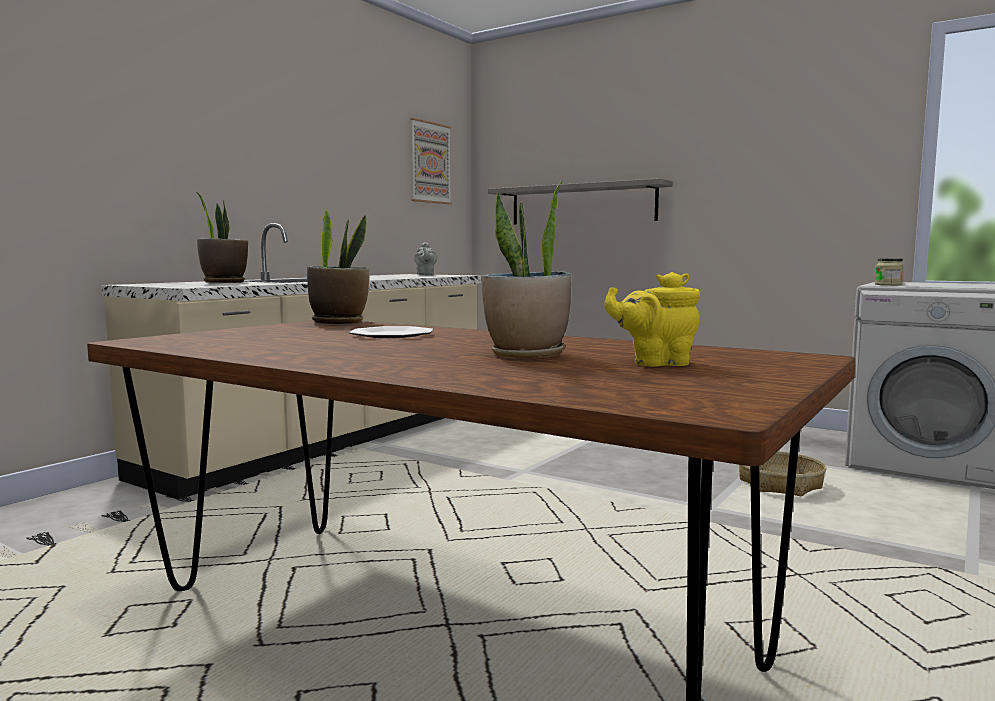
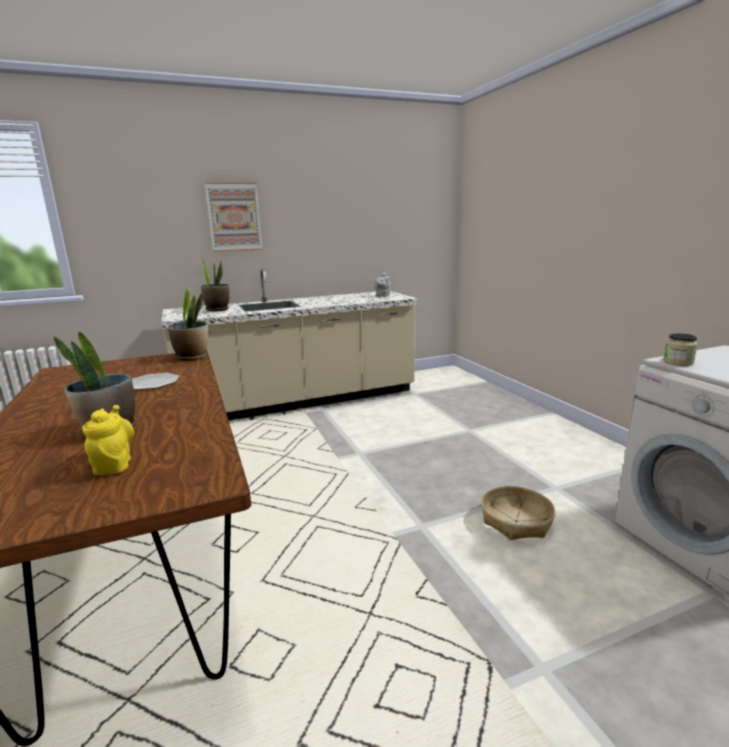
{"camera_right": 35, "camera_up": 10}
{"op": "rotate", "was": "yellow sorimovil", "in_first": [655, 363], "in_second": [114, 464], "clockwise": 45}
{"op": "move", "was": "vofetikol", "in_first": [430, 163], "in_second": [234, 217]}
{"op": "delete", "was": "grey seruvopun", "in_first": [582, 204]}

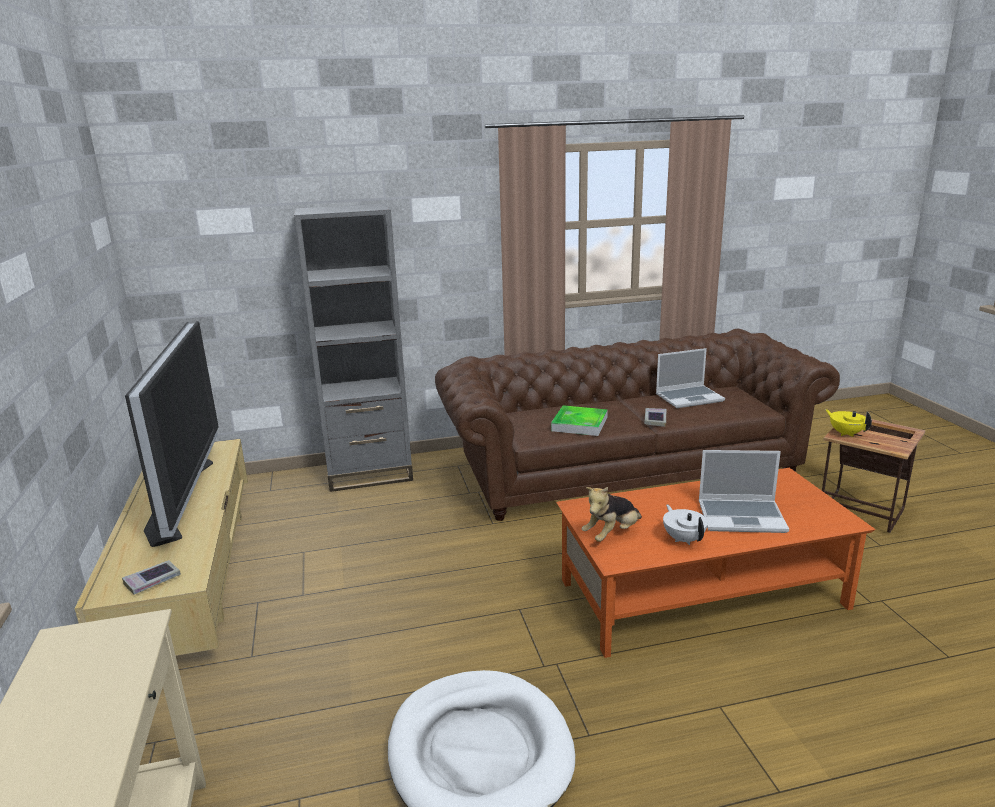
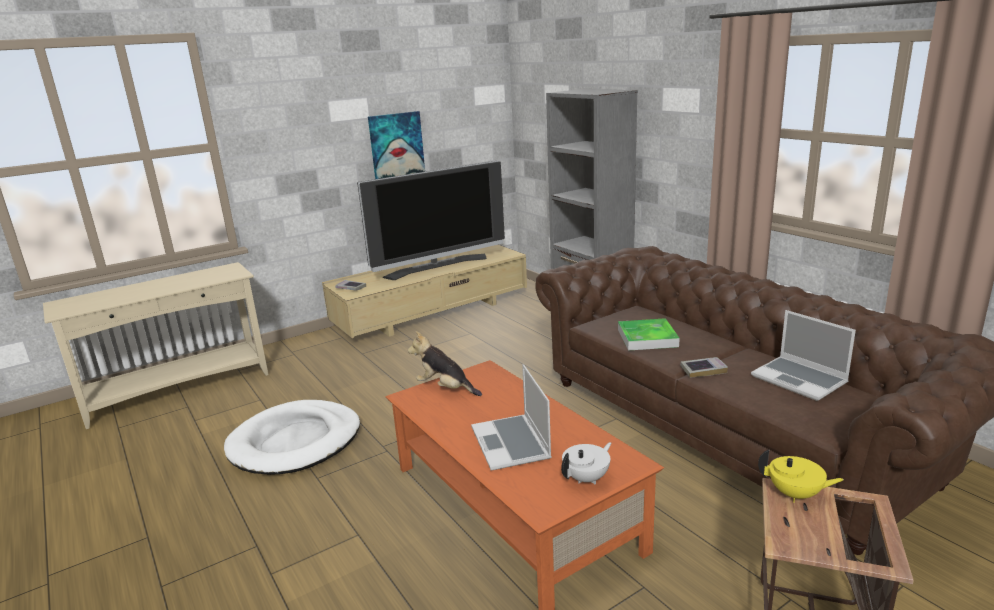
{"camera_right": 70, "camera_up": 0}
{"op": "insert", "now": "vofetikol", "in_second": [396, 146]}
{"op": "move", "was": "white sorimovil", "in_first": [683, 539], "in_second": [587, 478]}
{"op": "rotate", "was": "yellow sorimovil", "in_first": [845, 433], "in_second": [795, 494], "clockwise": 75}

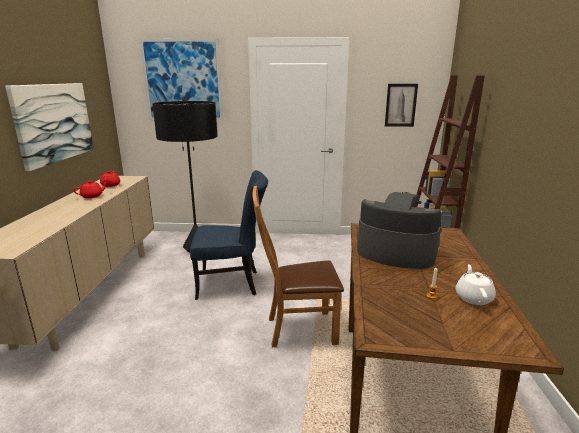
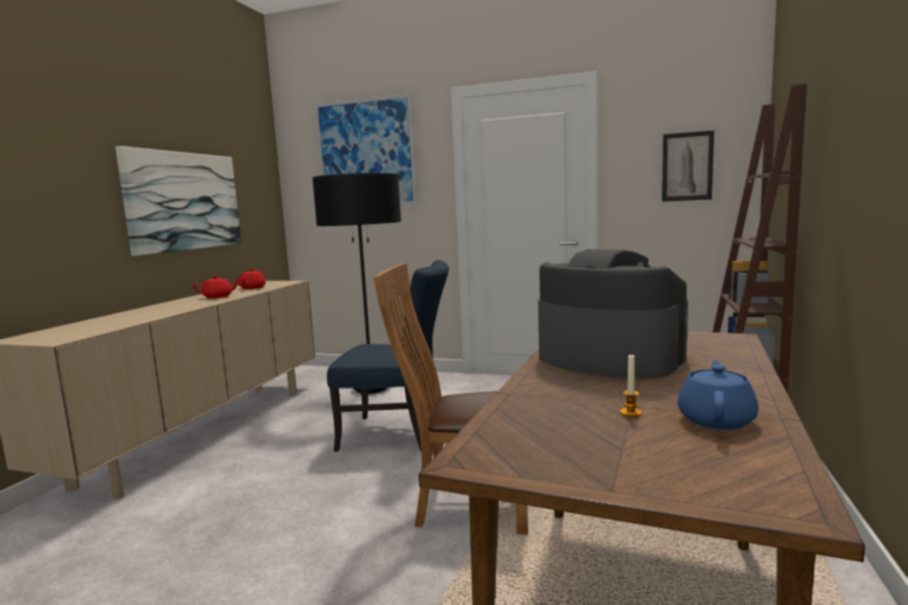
{"camera_right": 15, "camera_up": -10}
{"op": "recolor", "was": "white sorimovil", "now": "blue sorimovil", "in_first": [473, 298], "in_second": [716, 419]}

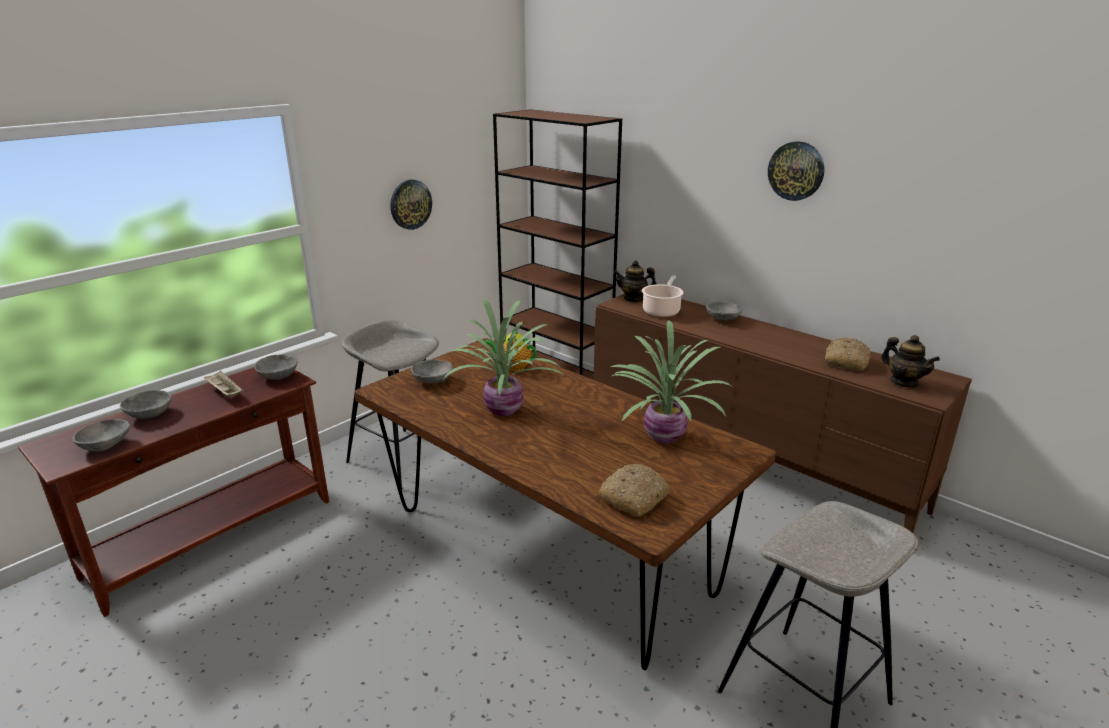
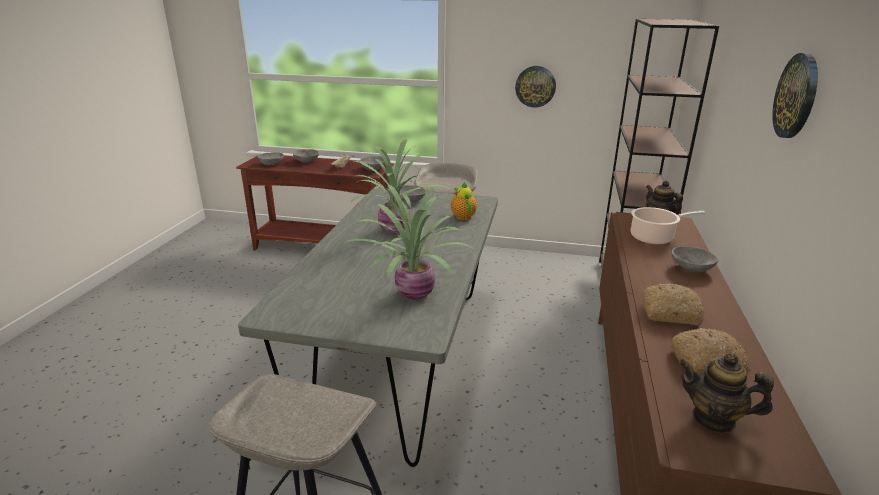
{"camera_right": 60, "camera_up": 0}
{"op": "recolor", "was": "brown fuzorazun", "now": "grey fuzorazun", "in_first": [547, 550], "in_second": [400, 357]}
{"op": "move", "was": "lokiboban", "in_first": [634, 497], "in_second": [671, 312]}
{"op": "rotate", "was": "sorimovil", "in_first": [904, 382], "in_second": [714, 419], "clockwise": 90}

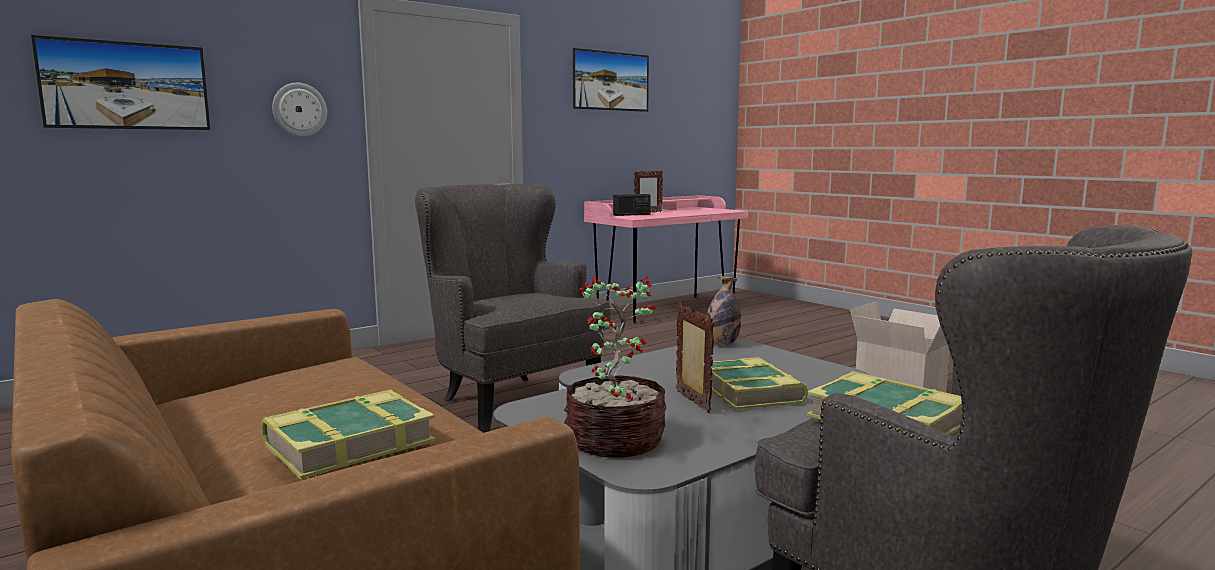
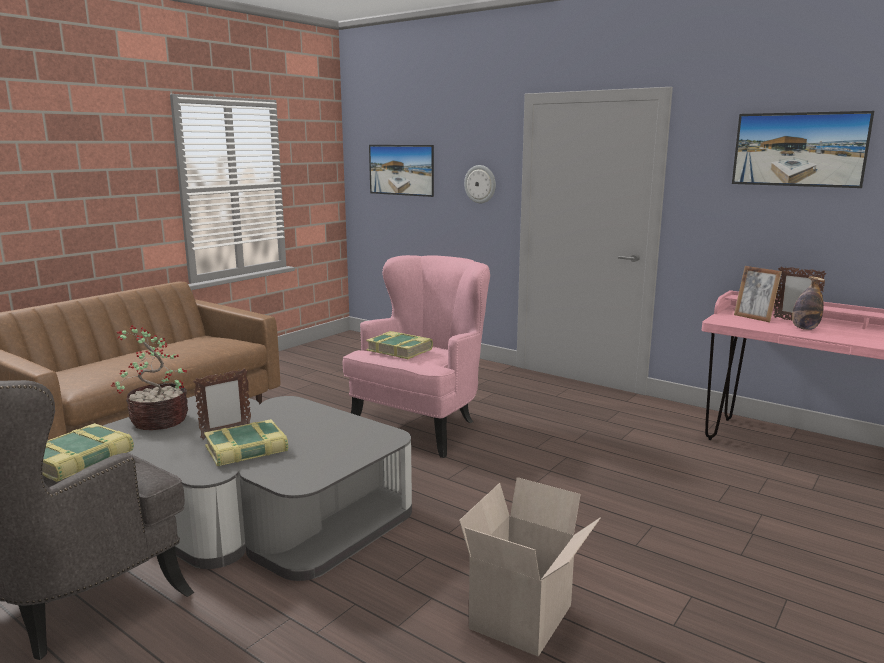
{"camera_right": 75, "camera_up": 5}
{"op": "recolor", "was": "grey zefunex", "now": "pink zefunex", "in_first": [511, 400], "in_second": [422, 425]}
{"op": "move", "was": "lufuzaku", "in_first": [349, 444], "in_second": [400, 350]}
{"op": "replace", "was": "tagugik", "now": "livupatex", "in_first": [631, 214], "in_second": [754, 318]}
{"op": "move", "was": "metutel", "in_first": [721, 344], "in_second": [804, 328]}

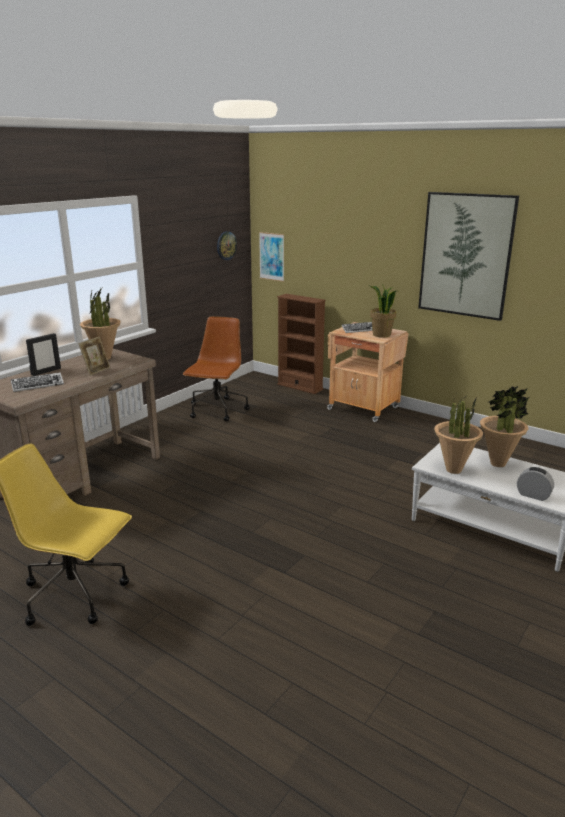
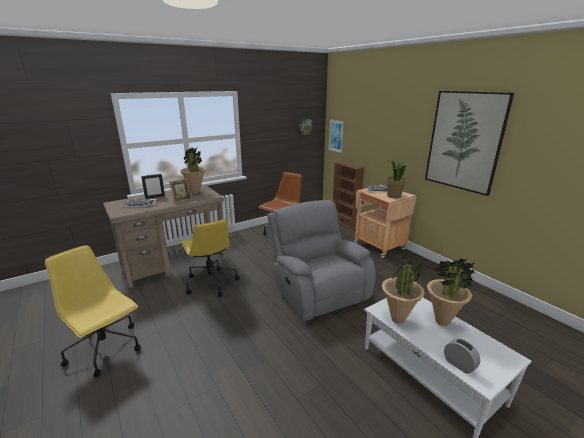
{"camera_right": 20, "camera_up": 0}
{"op": "insert", "now": "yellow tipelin", "in_second": [211, 282]}
{"op": "insert", "now": "grey zefunex", "in_second": [318, 292]}

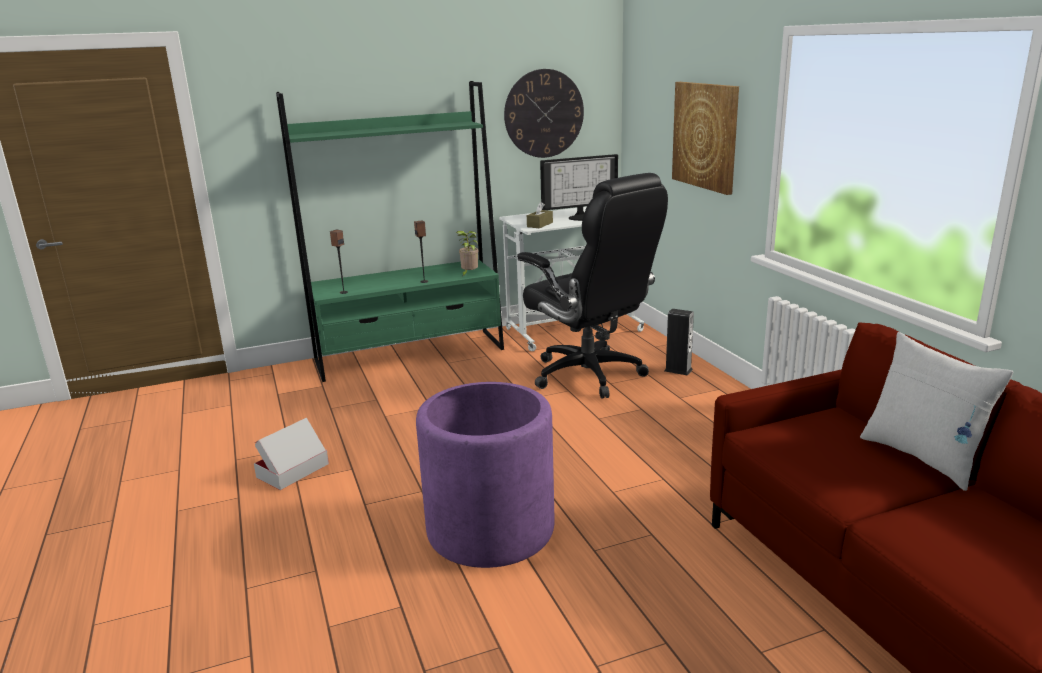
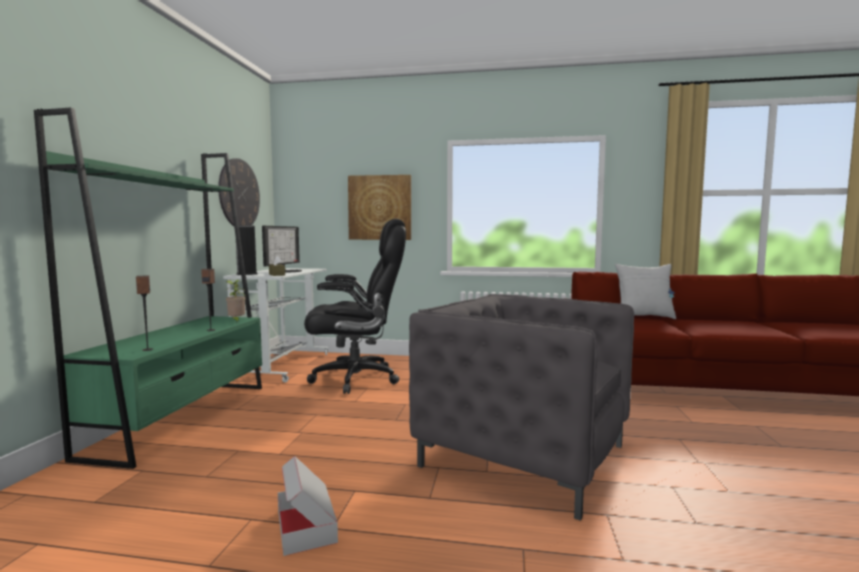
{"camera_right": -60, "camera_up": -15}
{"op": "move", "was": "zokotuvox", "in_first": [678, 370], "in_second": [246, 274]}
{"op": "replace", "was": "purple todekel", "now": "grey zefunex", "in_first": [491, 529], "in_second": [523, 455]}

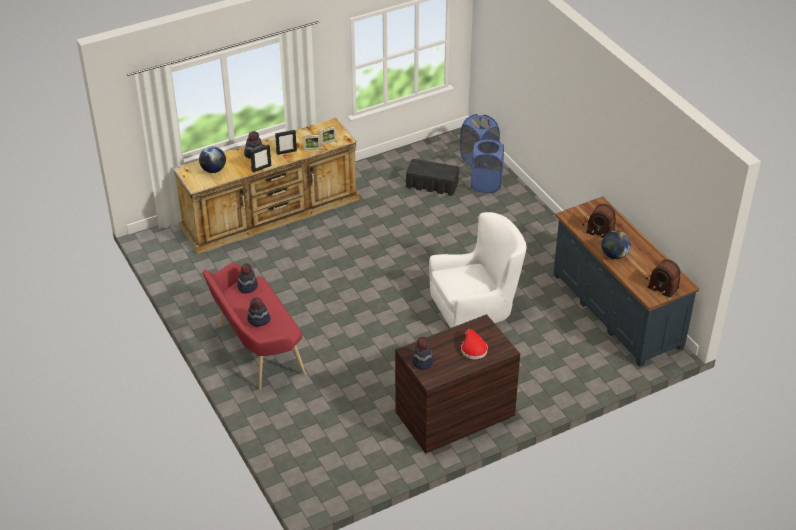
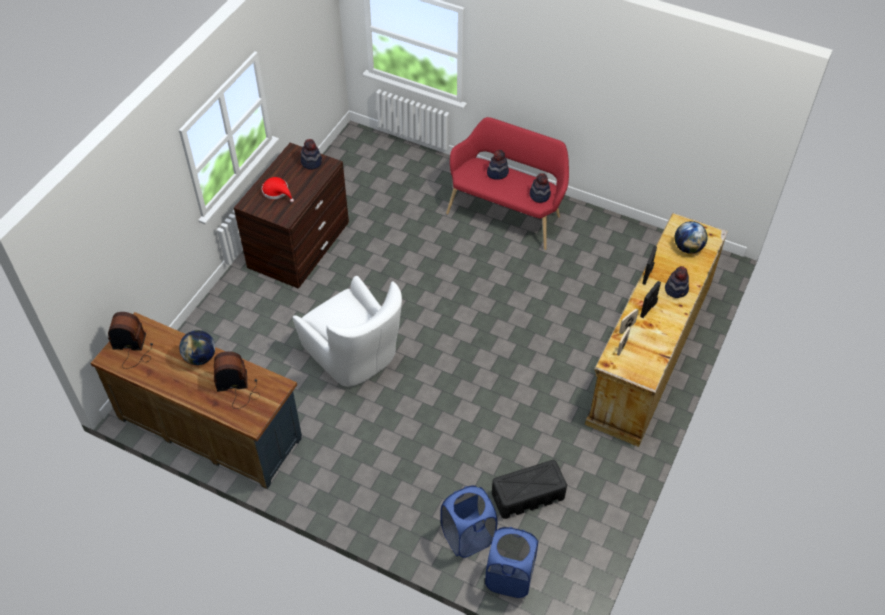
{"camera_right": 145, "camera_up": 10}
{"op": "rotate", "was": "white zefunex", "in_first": [476, 307], "in_second": [355, 355], "clockwise": -75}

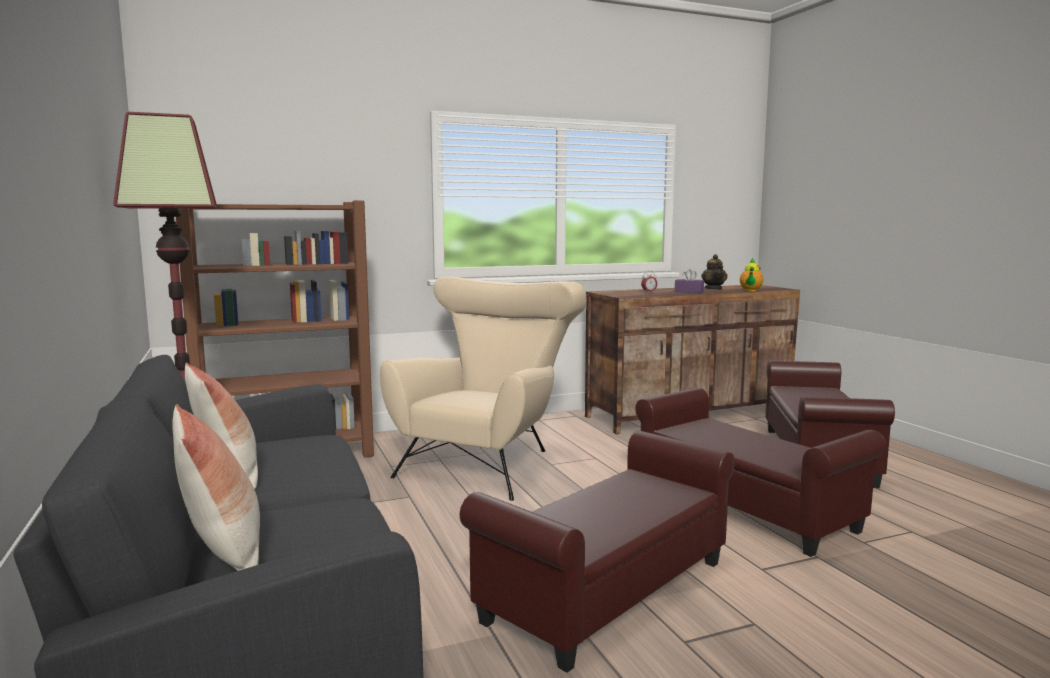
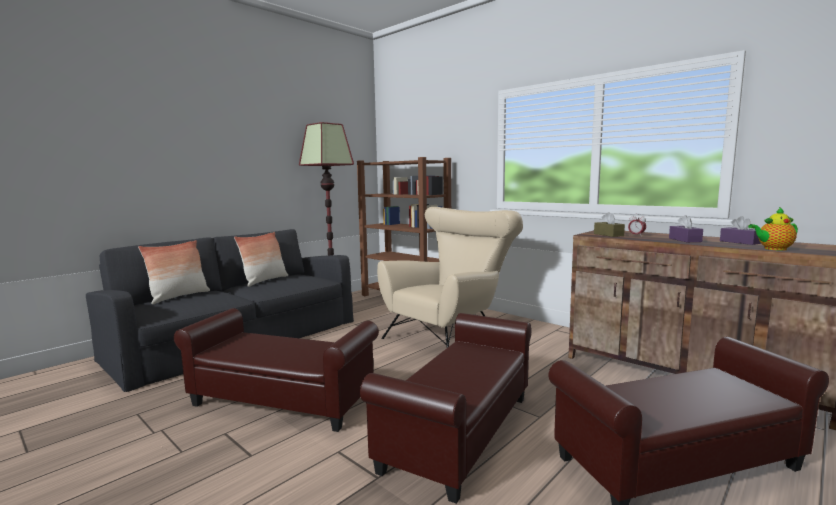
{"camera_right": 65, "camera_up": 0}
{"op": "rotate", "was": "beige zefunex", "in_first": [487, 461], "in_second": [449, 334], "clockwise": -45}
{"op": "insert", "now": "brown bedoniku", "in_second": [608, 235]}
{"op": "replace", "was": "sorimovil", "now": "purple bedoniku", "in_first": [713, 289], "in_second": [740, 242]}

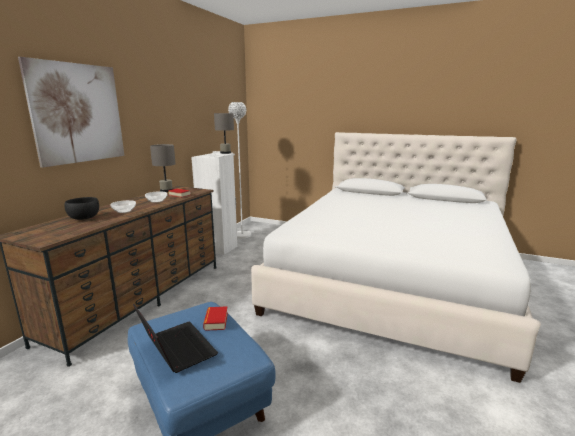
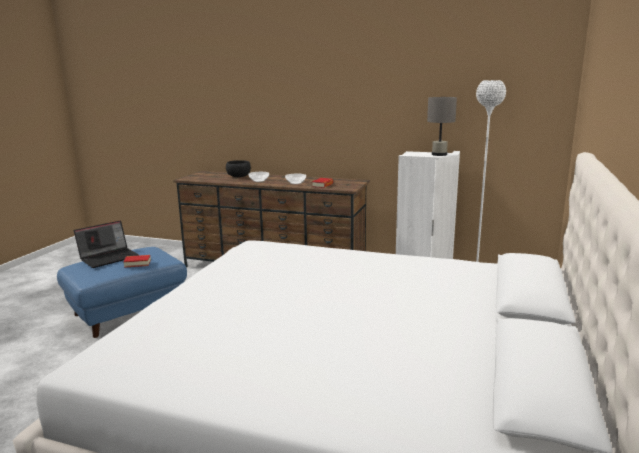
{"camera_right": 85, "camera_up": 0}
{"op": "delete", "was": "vofetikol", "in_first": [78, 113]}
{"op": "delete", "was": "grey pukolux", "in_first": [166, 191]}

